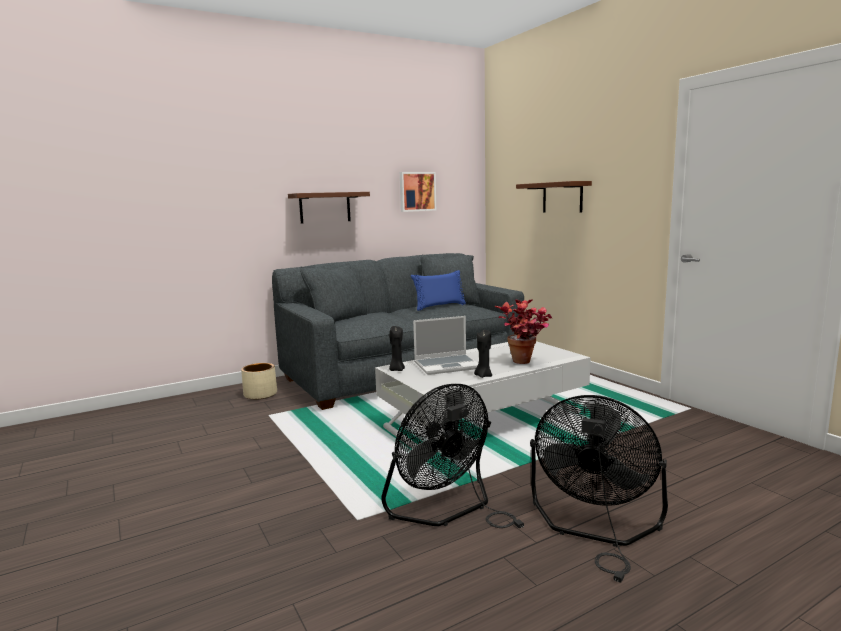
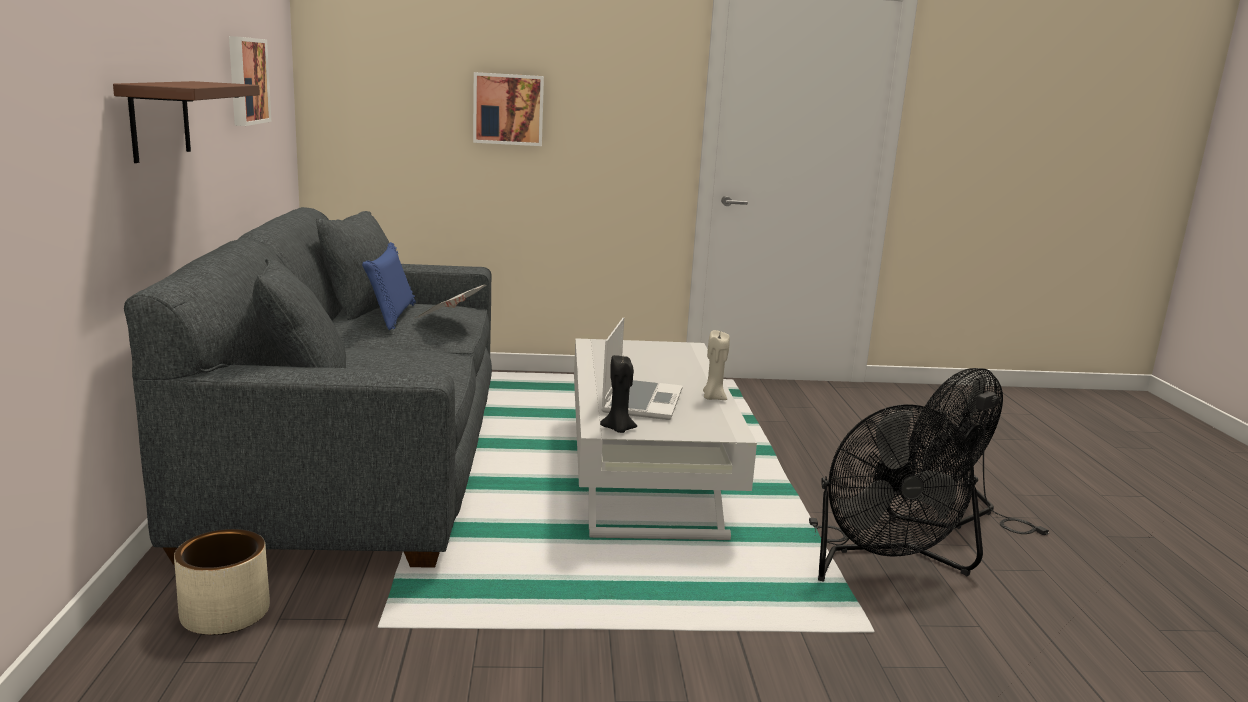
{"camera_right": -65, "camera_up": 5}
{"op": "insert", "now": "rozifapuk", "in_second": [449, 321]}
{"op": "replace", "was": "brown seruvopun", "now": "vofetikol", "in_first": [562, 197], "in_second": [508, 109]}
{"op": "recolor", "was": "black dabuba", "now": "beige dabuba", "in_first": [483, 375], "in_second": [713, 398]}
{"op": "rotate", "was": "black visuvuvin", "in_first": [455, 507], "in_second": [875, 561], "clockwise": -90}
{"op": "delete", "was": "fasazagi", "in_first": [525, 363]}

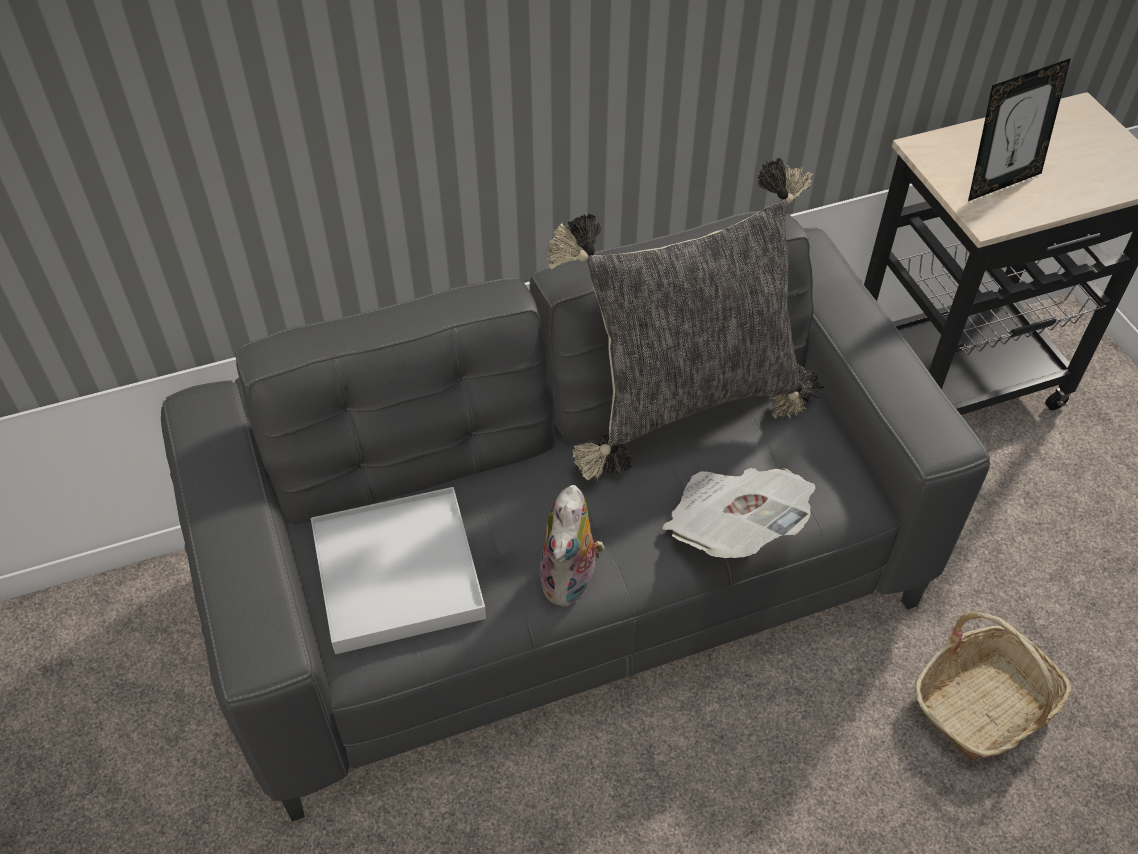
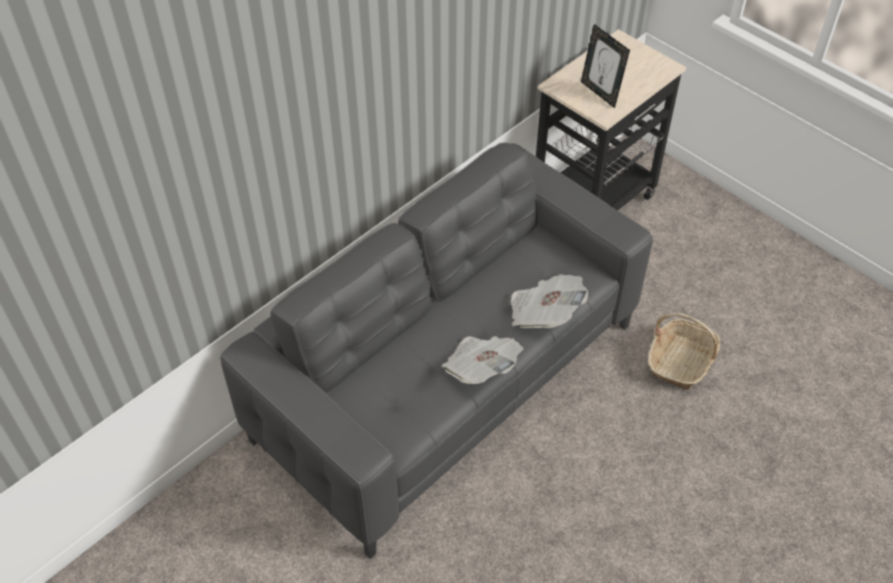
{"camera_right": -25, "camera_up": 0}
{"op": "replace", "was": "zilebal", "now": "rozifapuk", "in_first": [571, 581], "in_second": [481, 369]}
{"op": "rotate", "was": "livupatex", "in_first": [1000, 182], "in_second": [600, 93], "clockwise": 105}
{"op": "delete", "was": "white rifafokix", "in_first": [398, 573]}
{"op": "delete", "was": "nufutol", "in_first": [682, 412]}

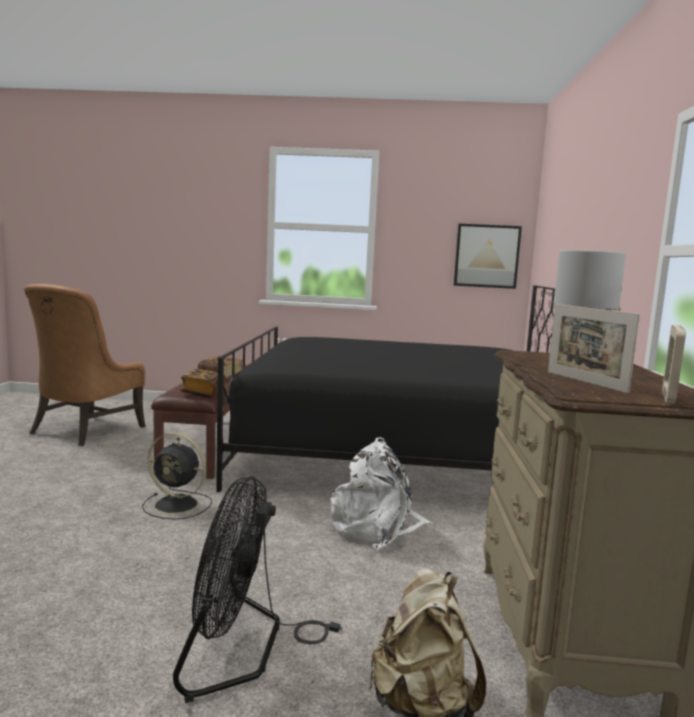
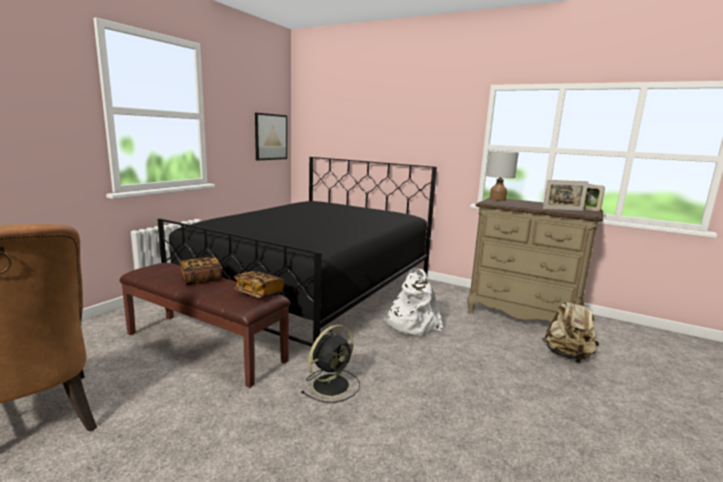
{"camera_right": -65, "camera_up": 5}
{"op": "delete", "was": "black visuvuvin", "in_first": [249, 642]}

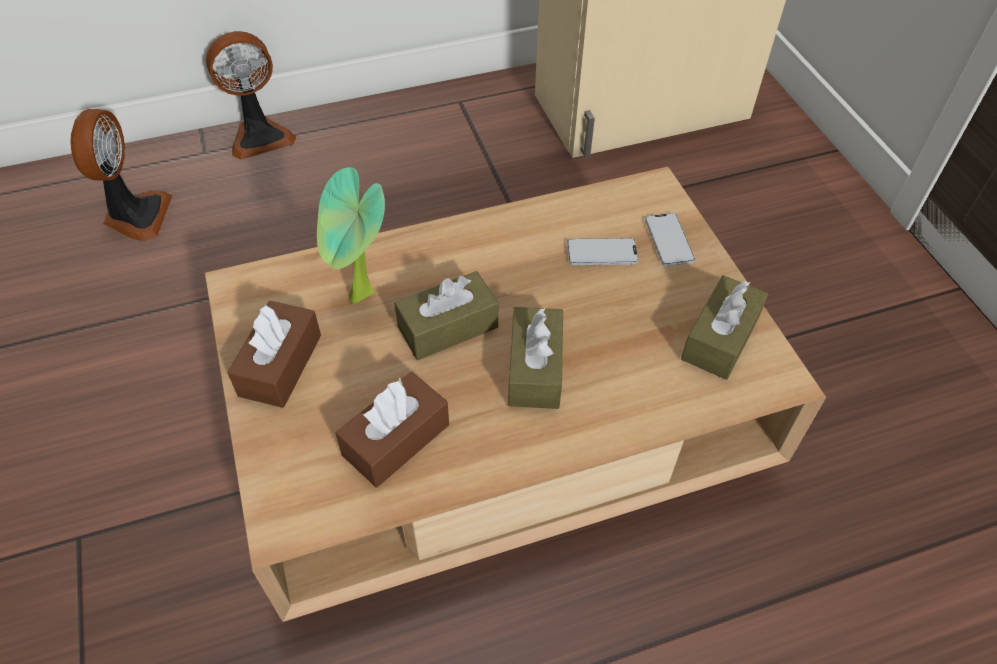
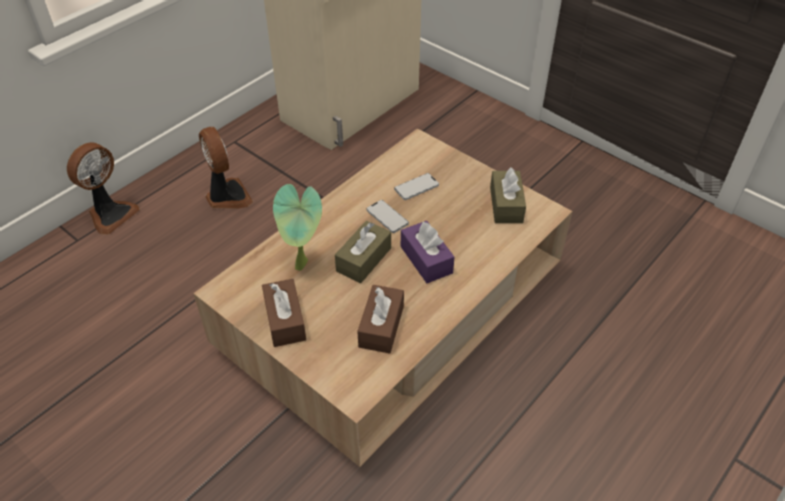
{"camera_right": -30, "camera_up": -5}
{"op": "move", "was": "visuvuvin", "in_first": [136, 215], "in_second": [227, 196]}
{"op": "move", "was": "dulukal", "in_first": [669, 240], "in_second": [387, 217]}
{"op": "recolor", "was": "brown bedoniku", "now": "purple bedoniku", "in_first": [535, 369], "in_second": [426, 259]}

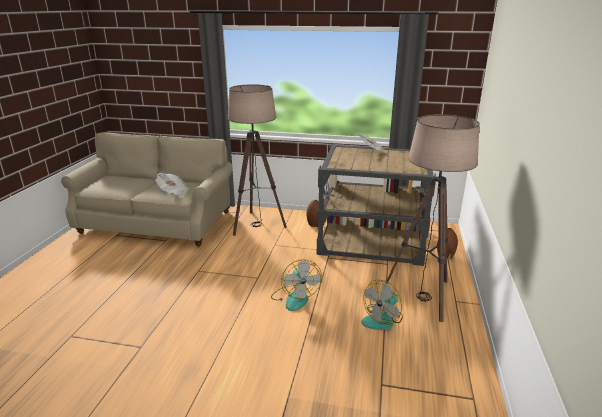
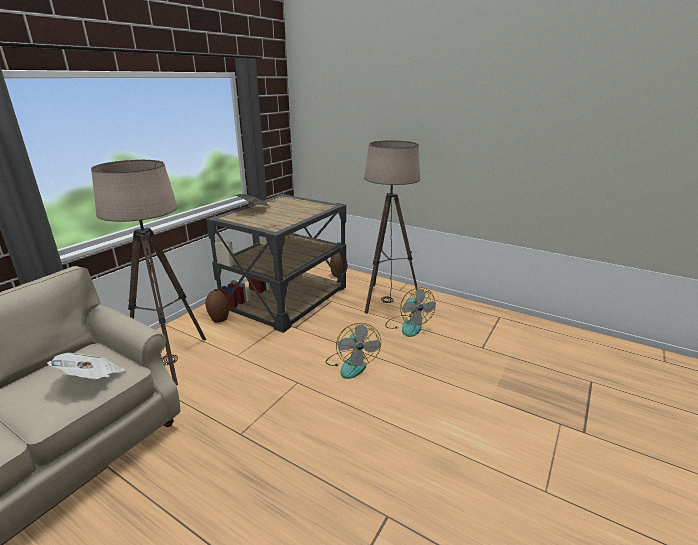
{"camera_right": -70, "camera_up": 0}
{"op": "rotate", "was": "visuvuvin", "in_first": [294, 297], "in_second": [351, 364], "clockwise": 75}

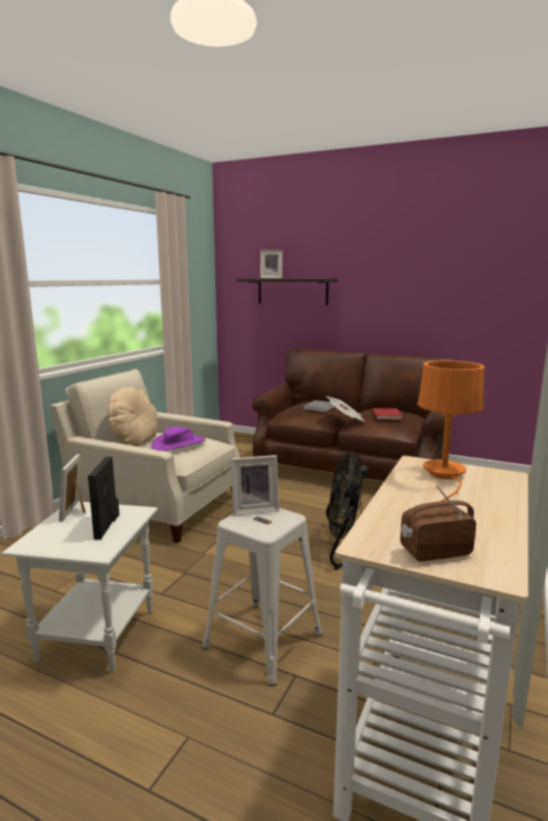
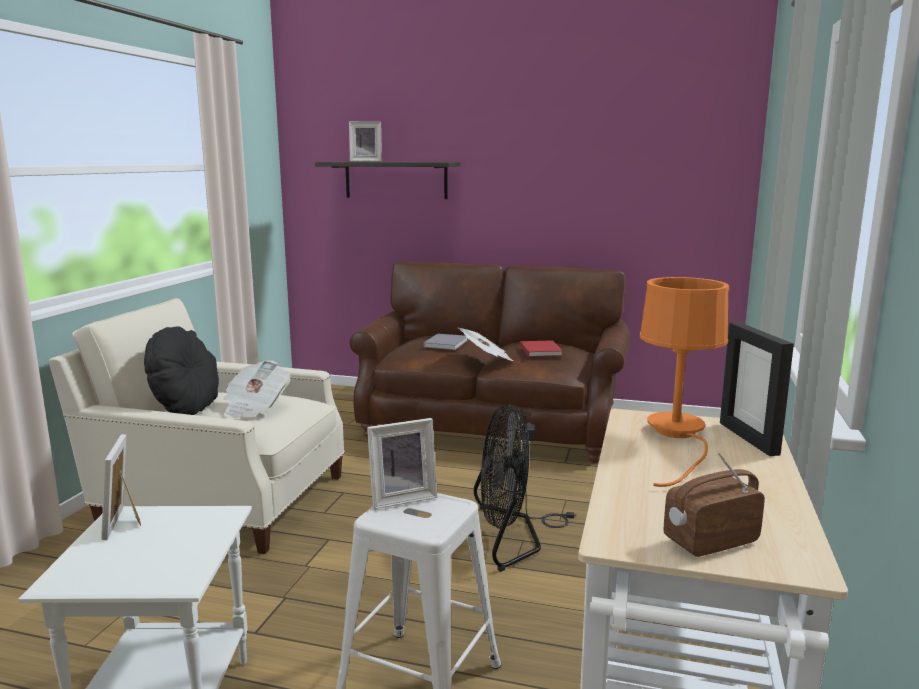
{"camera_right": -10, "camera_up": 0}
{"op": "recolor", "was": "beige nufutol", "now": "black nufutol", "in_first": [135, 443], "in_second": [186, 411]}
{"op": "replace", "was": "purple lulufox", "now": "rozifapuk", "in_first": [179, 444], "in_second": [255, 407]}
{"op": "move", "was": "livupatex", "in_first": [107, 526], "in_second": [750, 438]}

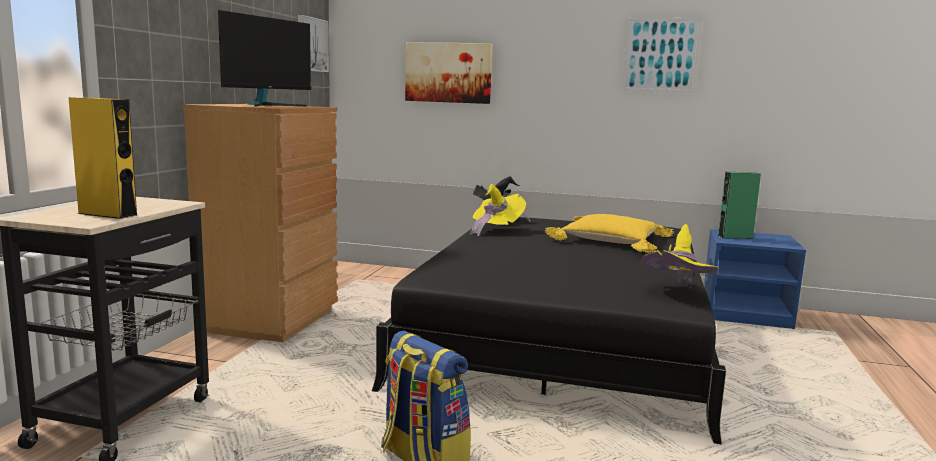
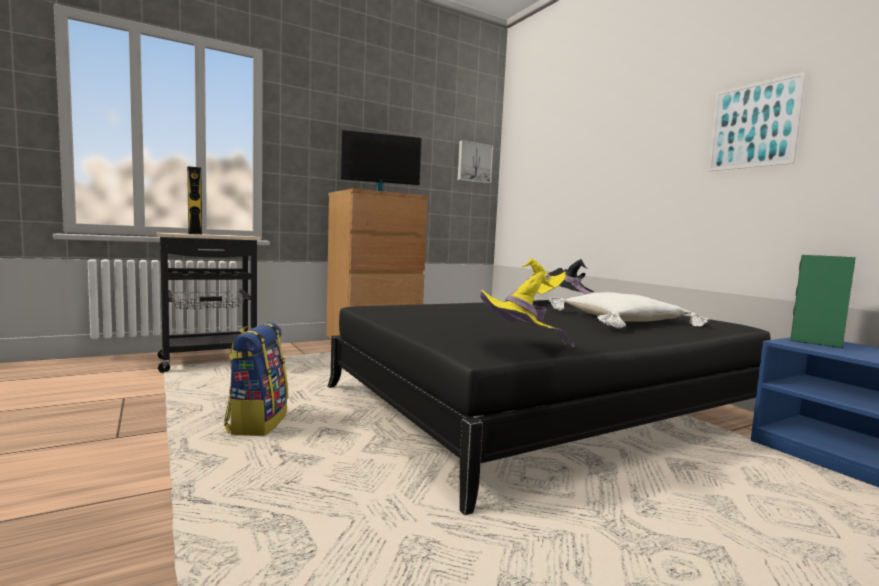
{"camera_right": 45, "camera_up": -5}
{"op": "recolor", "was": "yellow nufutol", "now": "white nufutol", "in_first": [610, 239], "in_second": [622, 318]}
{"op": "delete", "was": "vofetikol", "in_first": [448, 72]}

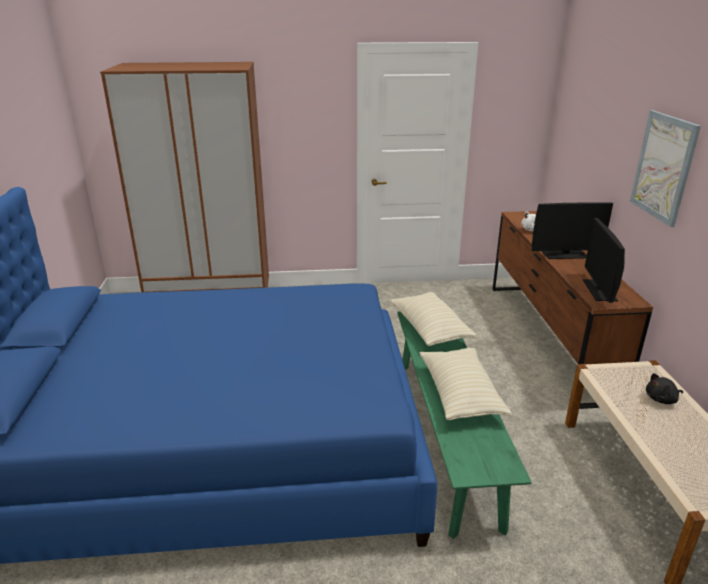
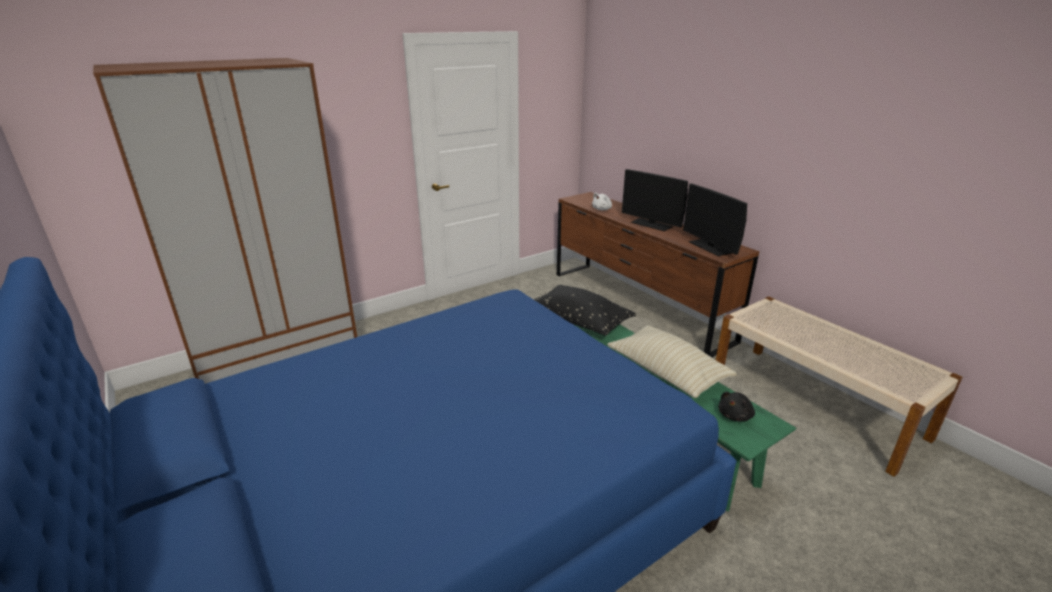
{"camera_right": -30, "camera_up": 0}
{"op": "recolor", "was": "beige nufutol", "now": "black nufutol", "in_first": [430, 329], "in_second": [579, 321]}
{"op": "rotate", "was": "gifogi", "in_first": [565, 255], "in_second": [651, 224], "clockwise": 75}
{"op": "move", "was": "black zilebal", "in_first": [662, 399], "in_second": [735, 416]}
{"op": "delete", "was": "vofetikol", "in_first": [663, 167]}

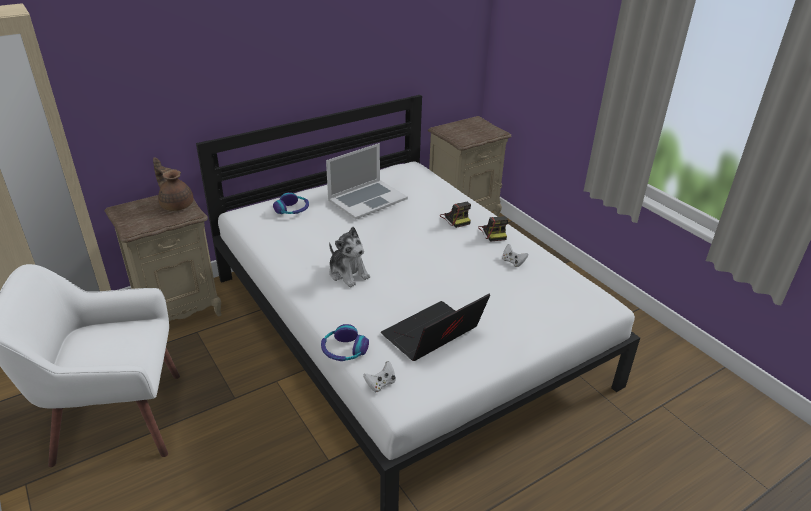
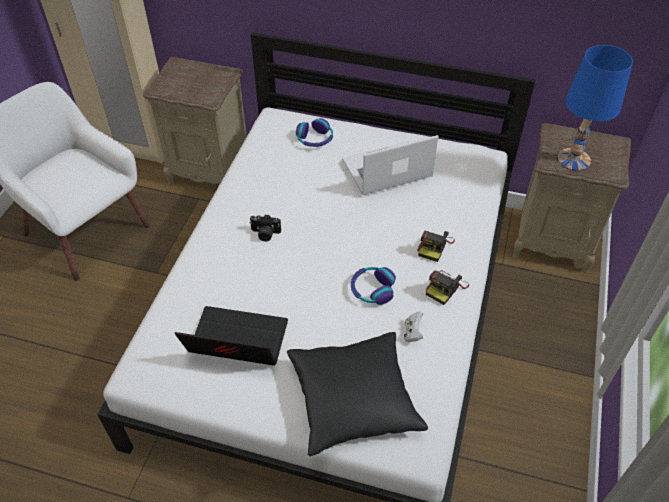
{"camera_right": 50, "camera_up": 15}
{"op": "replace", "was": "zilebal", "now": "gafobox", "in_first": [348, 273], "in_second": [265, 234]}
{"op": "insert", "now": "black nufutol", "in_second": [354, 399]}
{"op": "rotate", "was": "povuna", "in_first": [367, 199], "in_second": [387, 169], "clockwise": 150}
{"op": "move", "was": "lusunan", "in_first": [344, 350], "in_second": [372, 289]}
{"op": "insert", "now": "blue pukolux", "in_second": [573, 159]}
{"op": "delete", "was": "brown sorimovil", "in_first": [176, 204]}
{"op": "delete", "was": "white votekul", "in_first": [380, 384]}

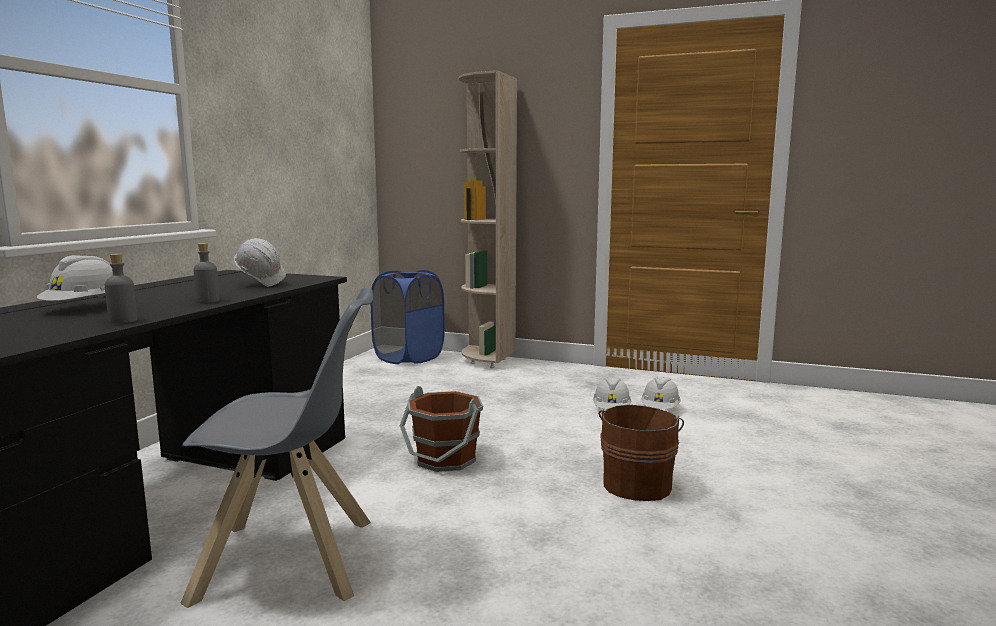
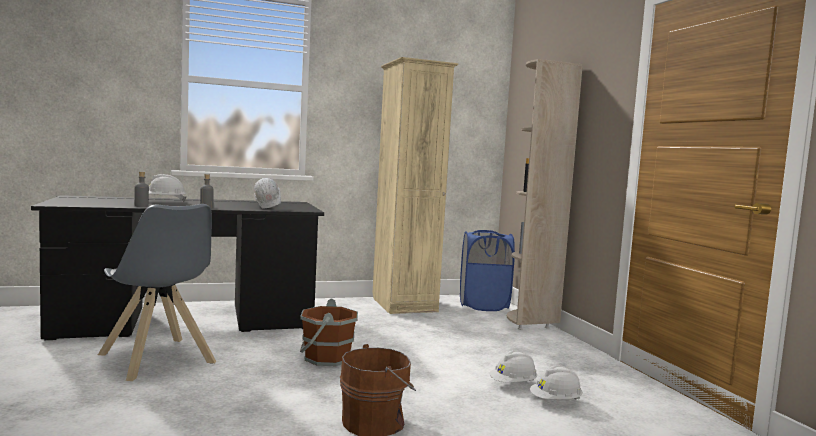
{"camera_right": 50, "camera_up": -5}
{"op": "insert", "now": "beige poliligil", "in_second": [405, 305]}

